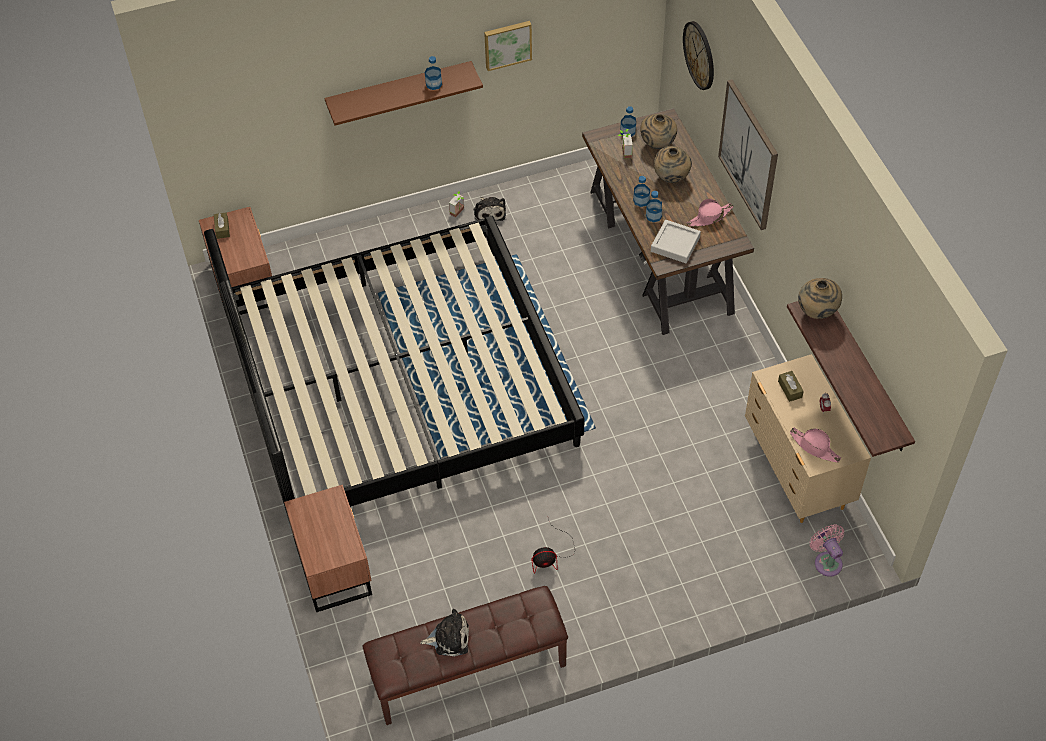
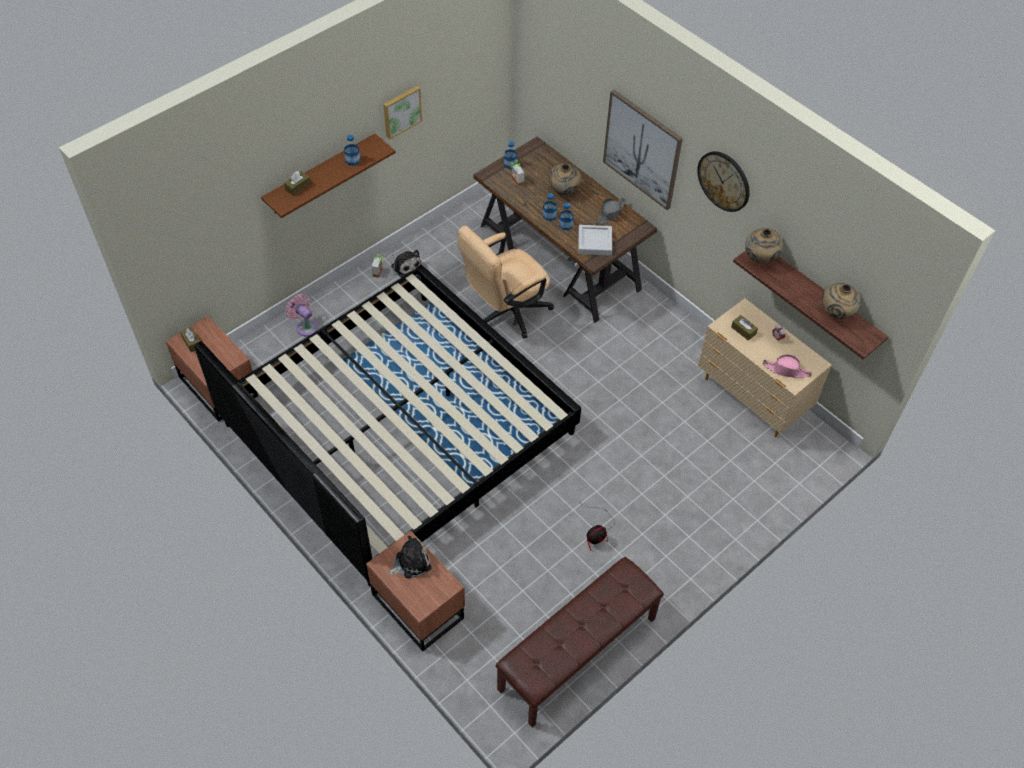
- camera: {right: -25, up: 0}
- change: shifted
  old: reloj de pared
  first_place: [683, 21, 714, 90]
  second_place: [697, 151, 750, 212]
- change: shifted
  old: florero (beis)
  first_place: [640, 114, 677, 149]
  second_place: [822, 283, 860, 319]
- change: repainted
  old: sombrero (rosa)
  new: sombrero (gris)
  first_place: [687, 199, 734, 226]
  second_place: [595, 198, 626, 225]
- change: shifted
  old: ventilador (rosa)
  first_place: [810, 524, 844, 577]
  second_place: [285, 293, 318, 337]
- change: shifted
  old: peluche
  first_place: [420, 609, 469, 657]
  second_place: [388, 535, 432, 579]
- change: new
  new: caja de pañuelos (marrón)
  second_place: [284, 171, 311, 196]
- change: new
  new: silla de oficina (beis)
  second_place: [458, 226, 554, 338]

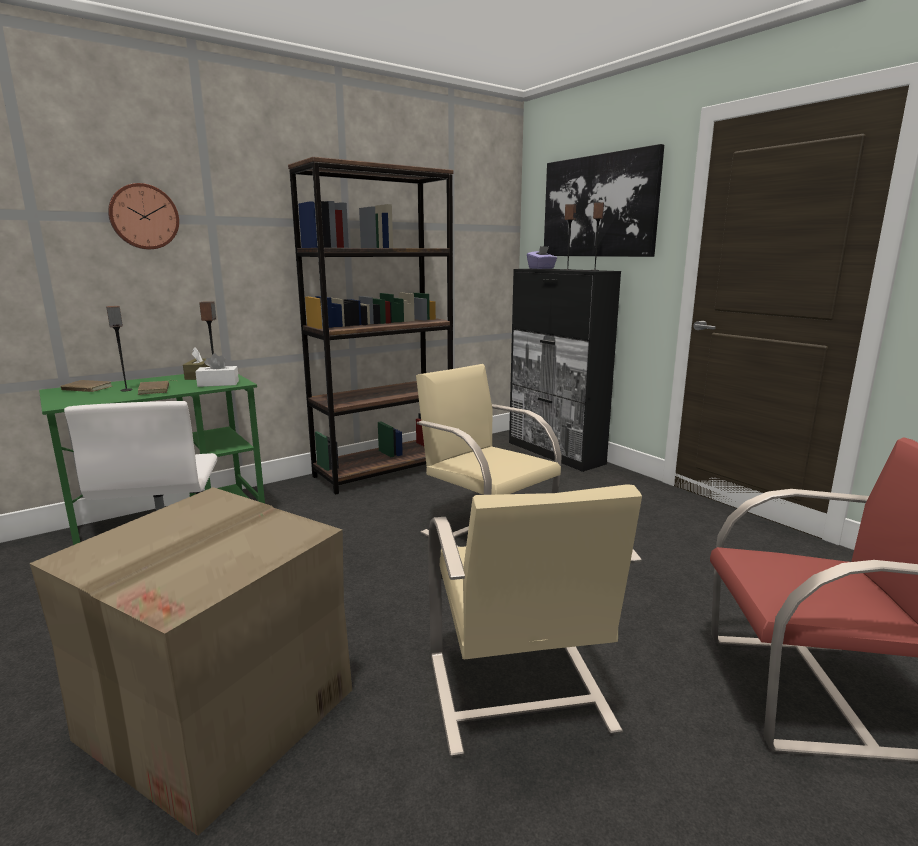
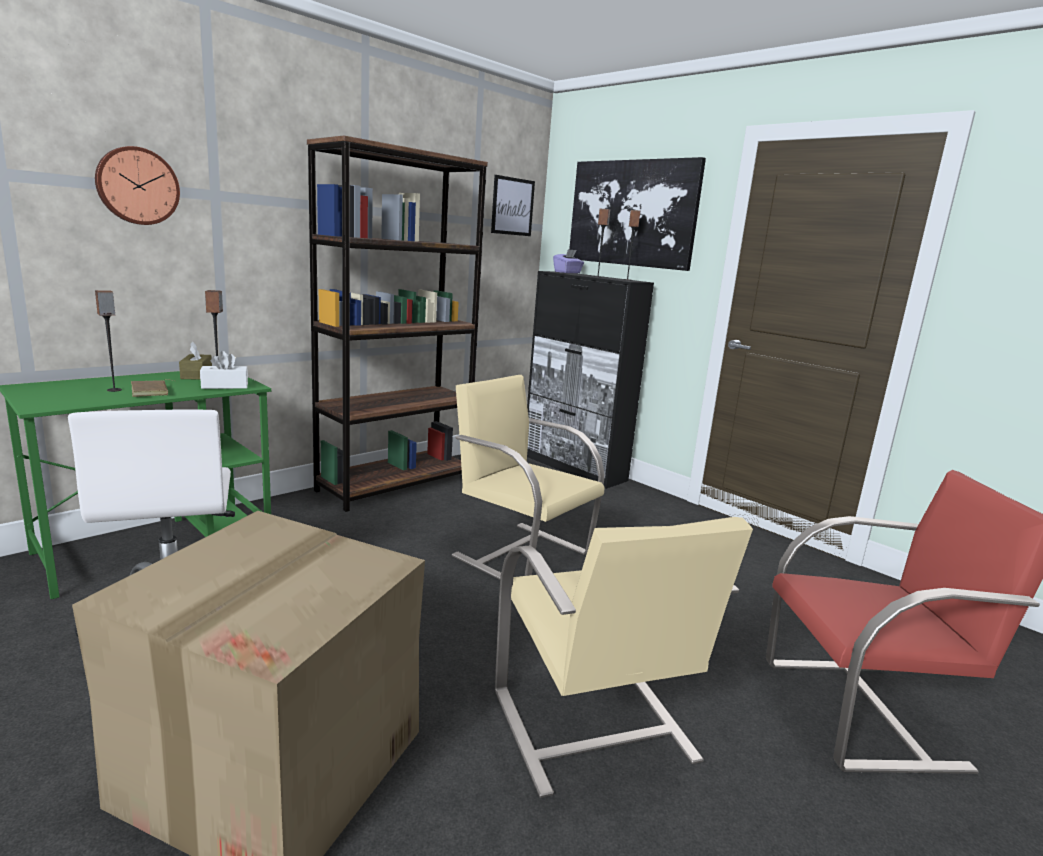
- camera: {right: -10, up: 0}
- change: gone
  old: libro (marrón)
  first_place: [60, 380, 112, 392]
- change: new
  new: cuadro
  second_place: [491, 175, 535, 236]

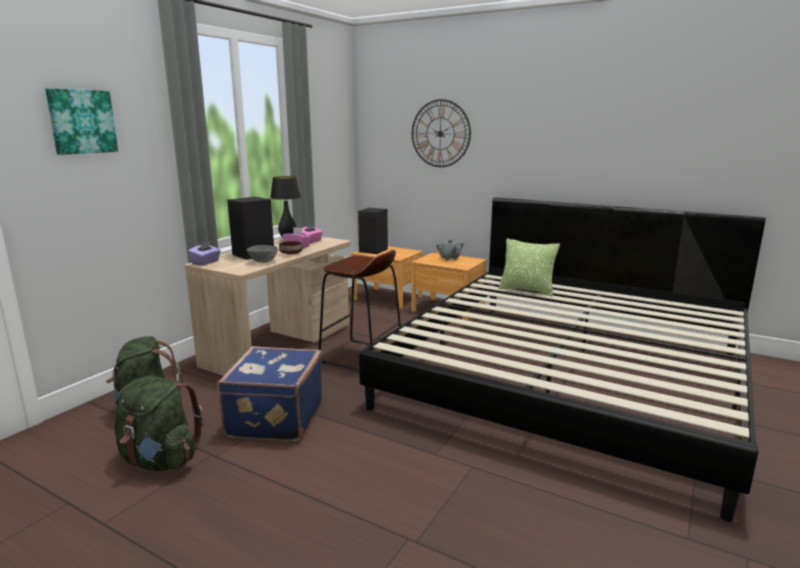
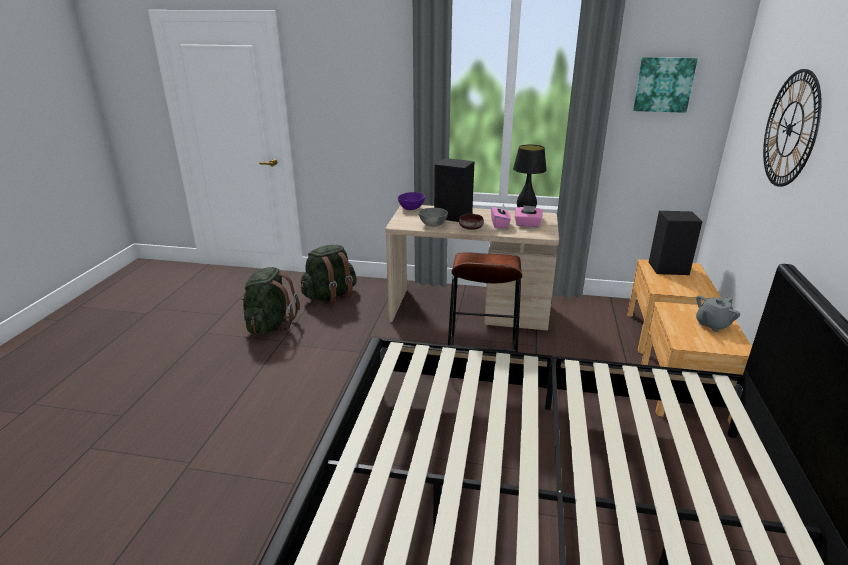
- camera: {right: 70, up: 10}
- change: shifted
  old: cuadro
  first_place: [45, 88, 118, 155]
  second_place: [633, 57, 698, 113]
- change: gone
  old: cojín
  first_place: [498, 238, 560, 296]
- change: swapped
  old: caja de pañuelos (morado)
  new: cuenco (morado)
  first_place: [188, 241, 221, 266]
  second_place: [398, 192, 425, 210]
- change: gone
  old: maleta (azul)
  first_place: [217, 346, 323, 442]

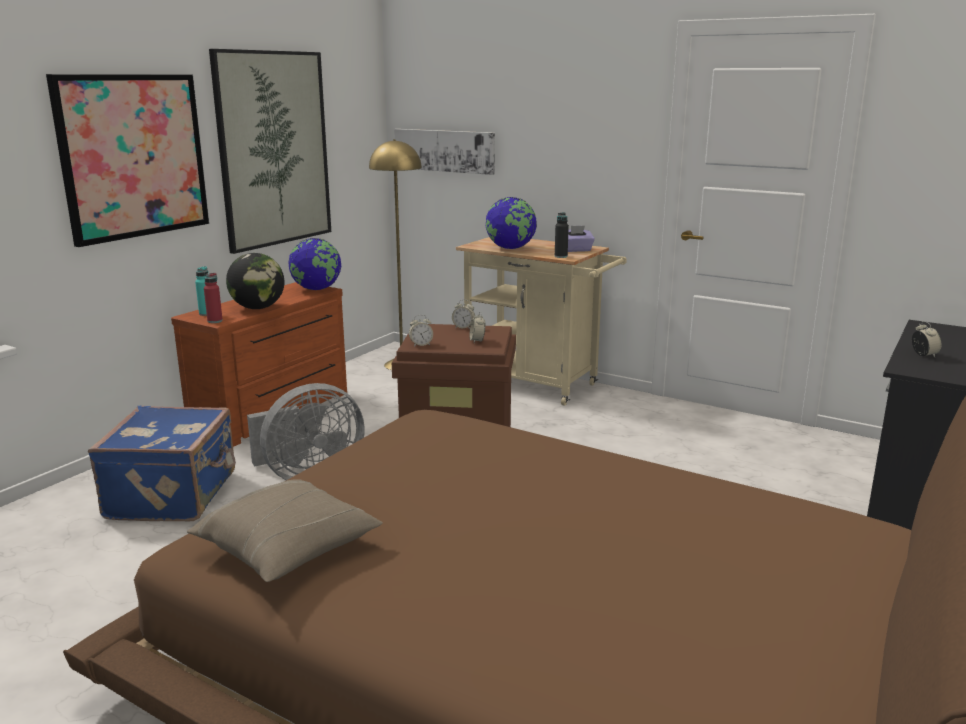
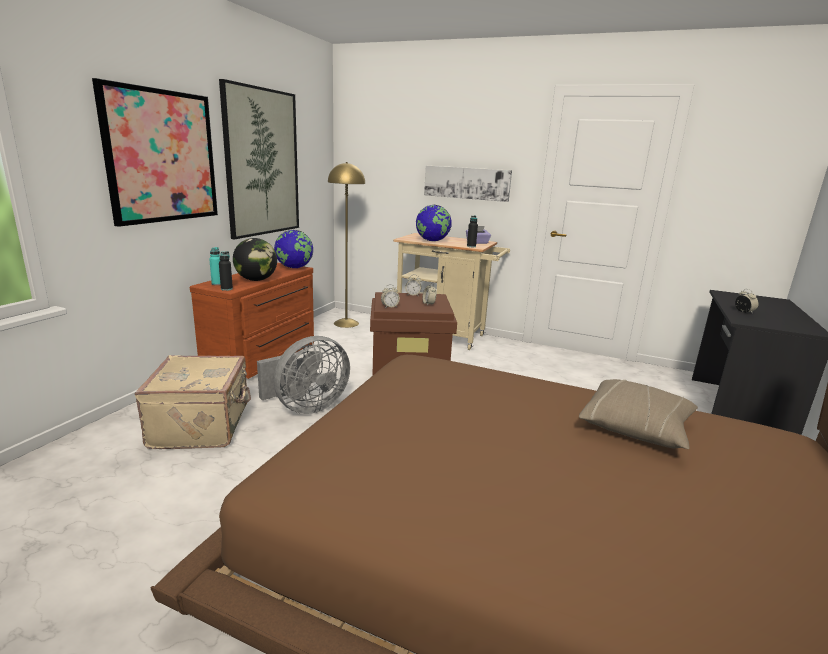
- camera: {right: -10, up: 0}
- change: shifted
  old: cuadro
  first_place: [394, 129, 495, 175]
  second_place: [424, 166, 512, 202]
- change: repainted
  old: botella (rojo)
  new: botella (negro)
  first_place: [204, 273, 223, 323]
  second_place: [219, 251, 233, 291]
- change: repainted
  old: maleta (azul)
  new: maleta (beis)
  first_place: [88, 405, 236, 521]
  second_place: [135, 355, 251, 449]
- change: shifted
  old: cojín (beis)
  first_place: [187, 479, 383, 582]
  second_place: [579, 379, 698, 449]

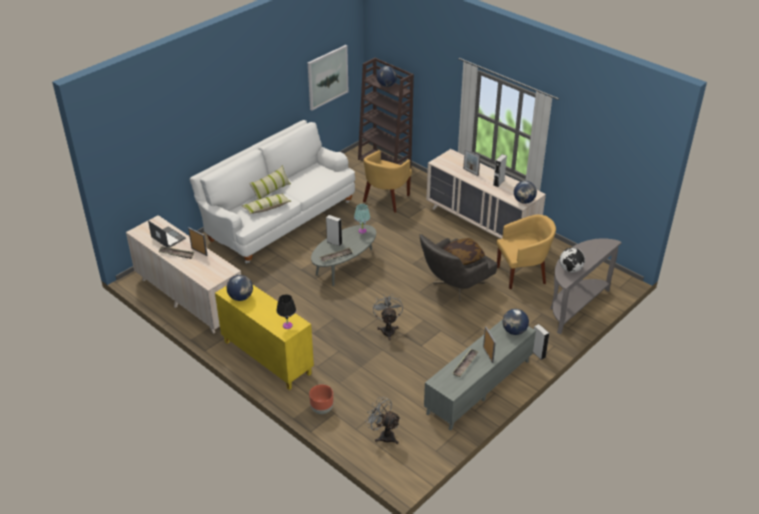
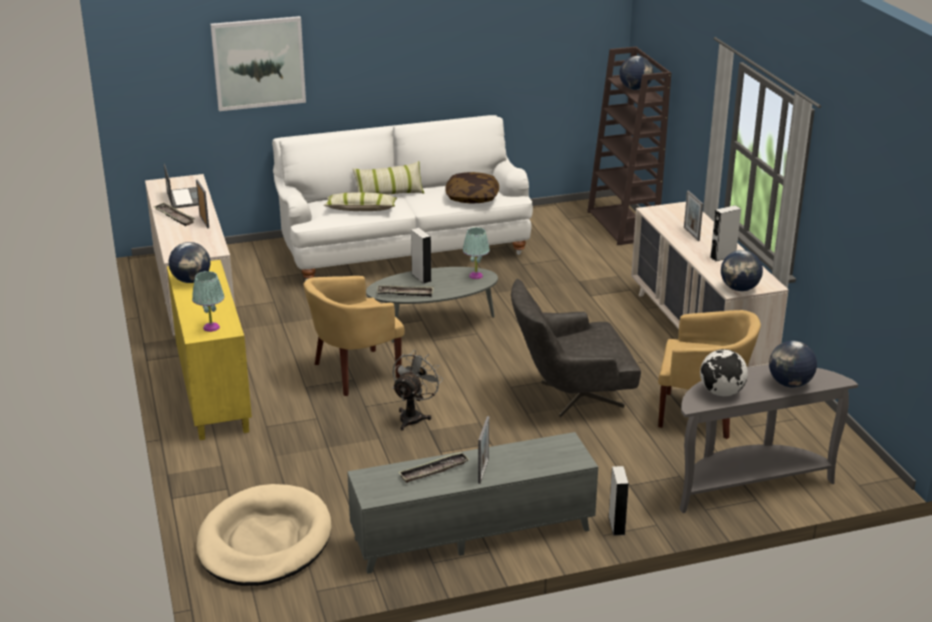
- camera: {right: 30, up: -10}
- change: shifted
  old: cuadro
  first_place: [308, 45, 348, 111]
  second_place: [210, 16, 306, 111]
- change: shifted
  old: sillón (amarillo)
  first_place: [363, 150, 412, 213]
  second_place: [303, 276, 405, 396]
- change: shifted
  old: cojín
  first_place: [443, 238, 485, 265]
  second_place: [445, 172, 499, 204]
- change: repainted
  old: lámpara de mesa (negro)
  new: lámpara de mesa (turquesa)
  first_place: [277, 294, 296, 329]
  second_place: [192, 271, 224, 332]
- change: shifted
  old: globo terráqueo
  first_place: [503, 309, 529, 335]
  second_place: [769, 341, 817, 388]
- change: gone
  old: maceta (marrón)
  first_place: [309, 385, 333, 414]
- change: swapped
  old: ventilador (gris)
  new: cama para perro (beis)
  first_place: [365, 397, 401, 444]
  second_place: [196, 484, 332, 586]

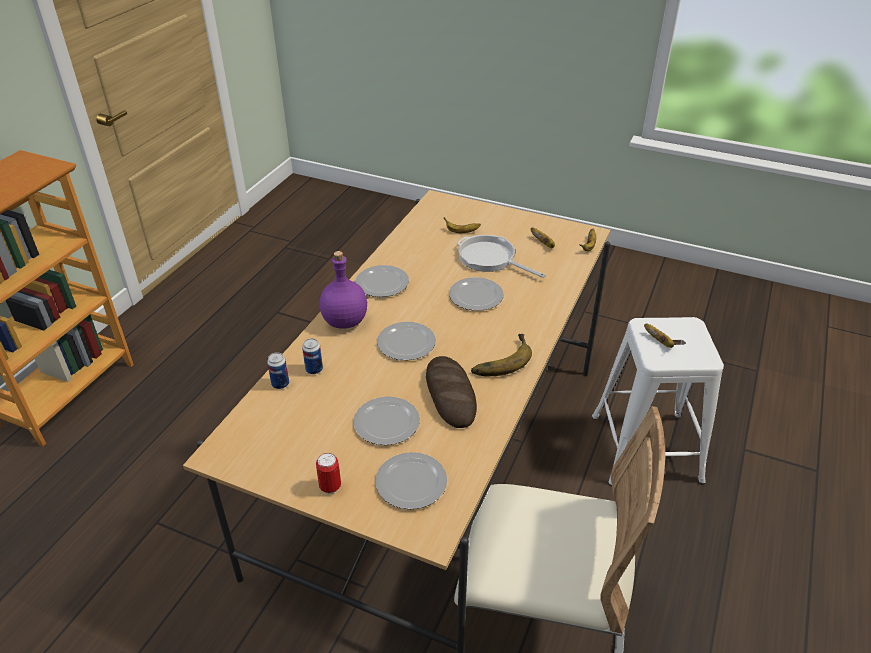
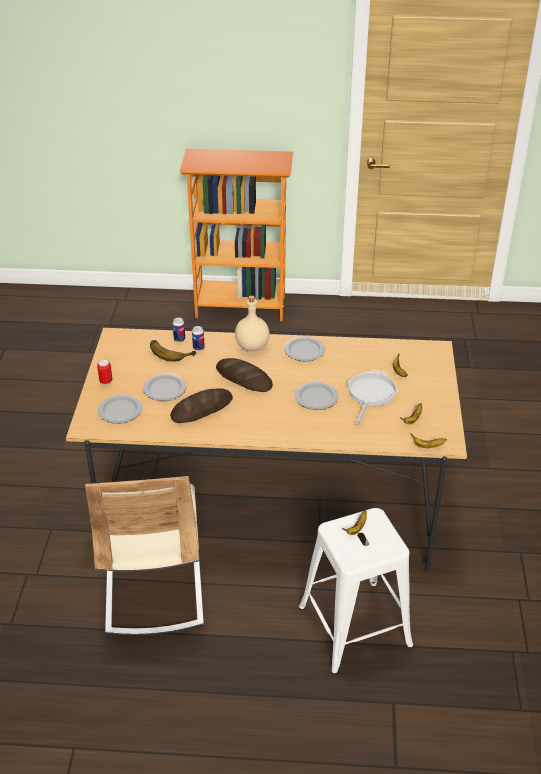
- camera: {right: 70, up: 0}
- change: repainted
  old: botella (morado)
  new: botella (beis)
  first_place: [319, 251, 367, 329]
  second_place: [235, 296, 270, 351]
- change: swapped
  old: plato
  new: pan
  first_place: [377, 322, 436, 360]
  second_place: [216, 358, 273, 392]
- change: shifted
  old: plátano
  first_place: [471, 334, 532, 376]
  second_place: [150, 340, 196, 362]

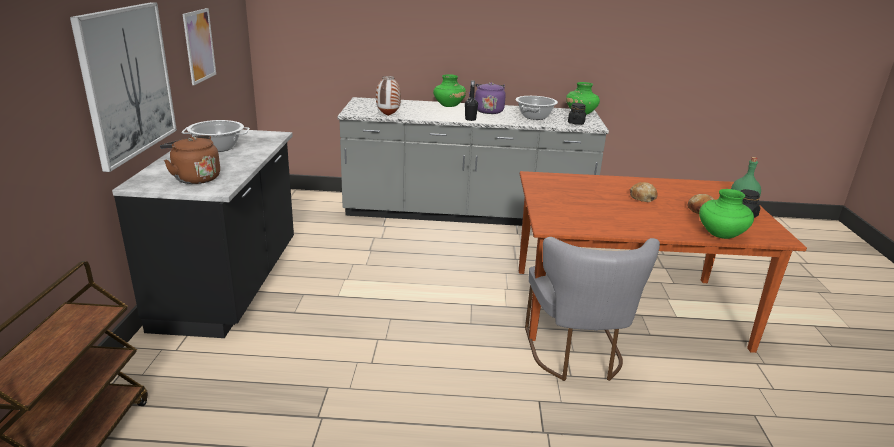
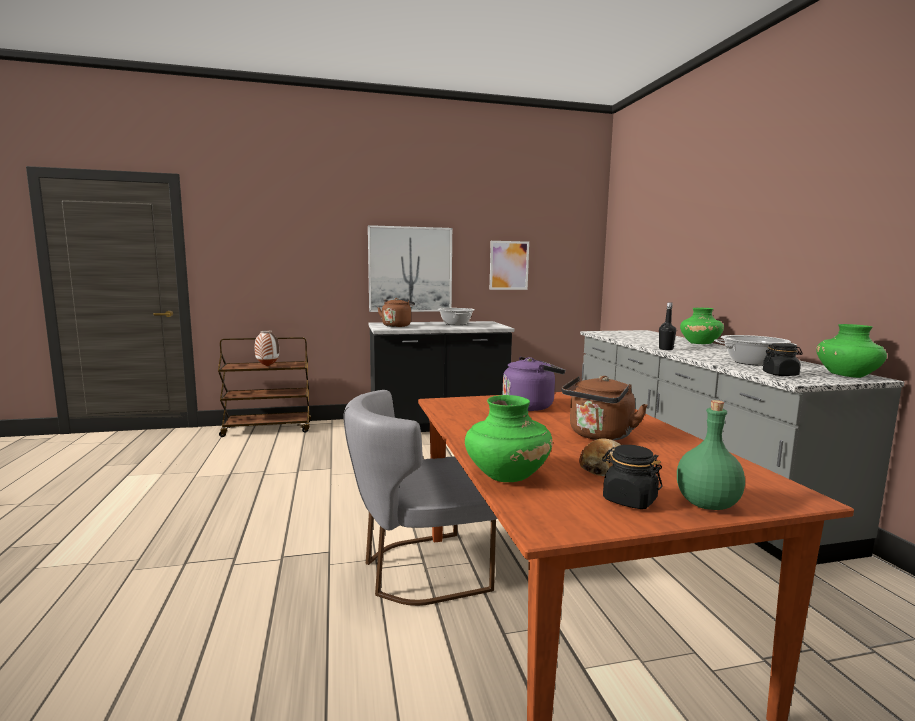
- camera: {right: 75, up: -15}
- change: shifted
  old: florero
  first_place: [376, 76, 401, 116]
  second_place: [255, 330, 279, 366]
- change: shifted
  old: hervidor (morado)
  first_place: [469, 82, 506, 114]
  second_place: [503, 357, 566, 411]
- change: swapped
  old: pan
  new: hervidor (marrón)
  first_place: [630, 182, 657, 202]
  second_place: [562, 376, 648, 440]

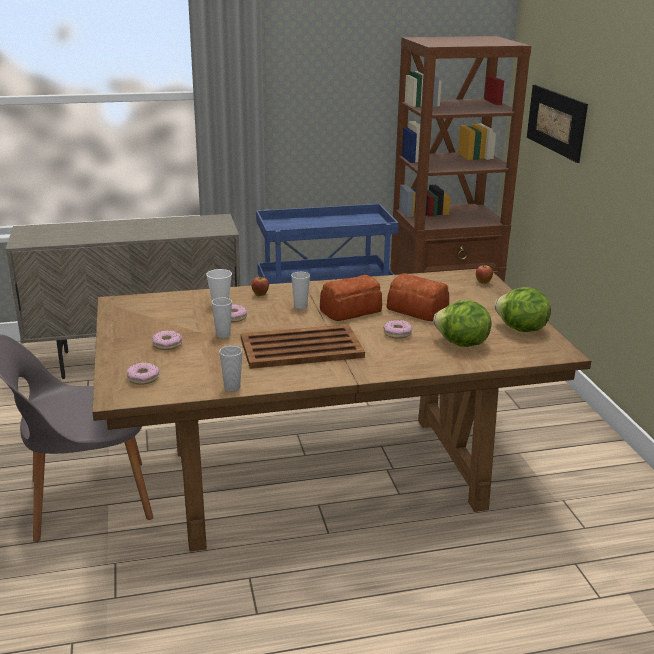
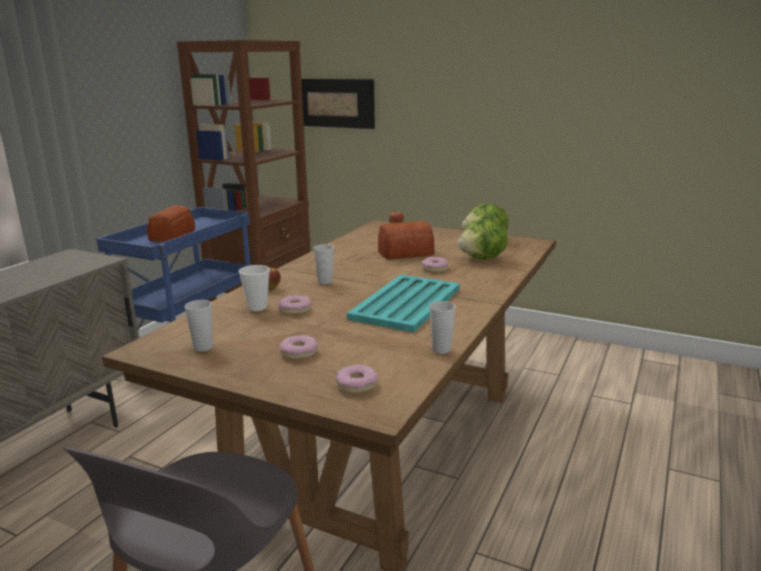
- camera: {right: -50, up: -5}
- change: shifted
  old: pan
  first_place: [320, 275, 382, 321]
  second_place: [147, 205, 195, 242]
- change: shifted
  old: taza
  first_place: [211, 298, 232, 338]
  second_place: [184, 300, 213, 352]
- change: repainted
  old: bandeja (marrón)
  new: bandeja (turquesa)
  first_place: [241, 324, 365, 369]
  second_place: [347, 274, 460, 333]

